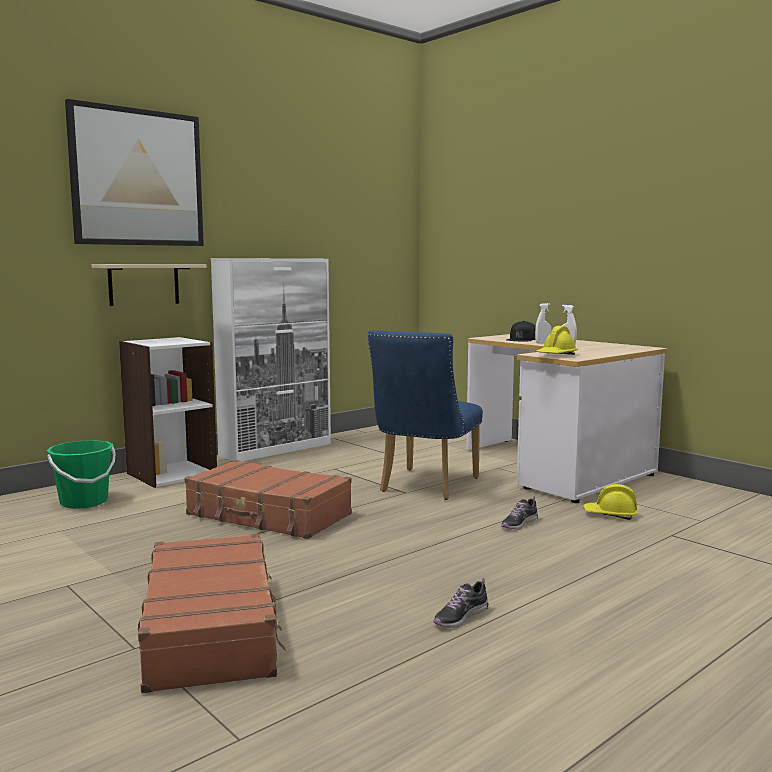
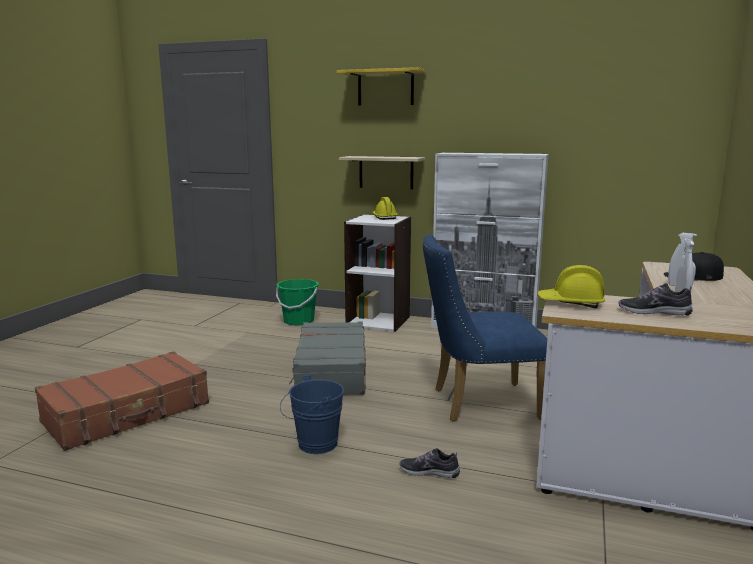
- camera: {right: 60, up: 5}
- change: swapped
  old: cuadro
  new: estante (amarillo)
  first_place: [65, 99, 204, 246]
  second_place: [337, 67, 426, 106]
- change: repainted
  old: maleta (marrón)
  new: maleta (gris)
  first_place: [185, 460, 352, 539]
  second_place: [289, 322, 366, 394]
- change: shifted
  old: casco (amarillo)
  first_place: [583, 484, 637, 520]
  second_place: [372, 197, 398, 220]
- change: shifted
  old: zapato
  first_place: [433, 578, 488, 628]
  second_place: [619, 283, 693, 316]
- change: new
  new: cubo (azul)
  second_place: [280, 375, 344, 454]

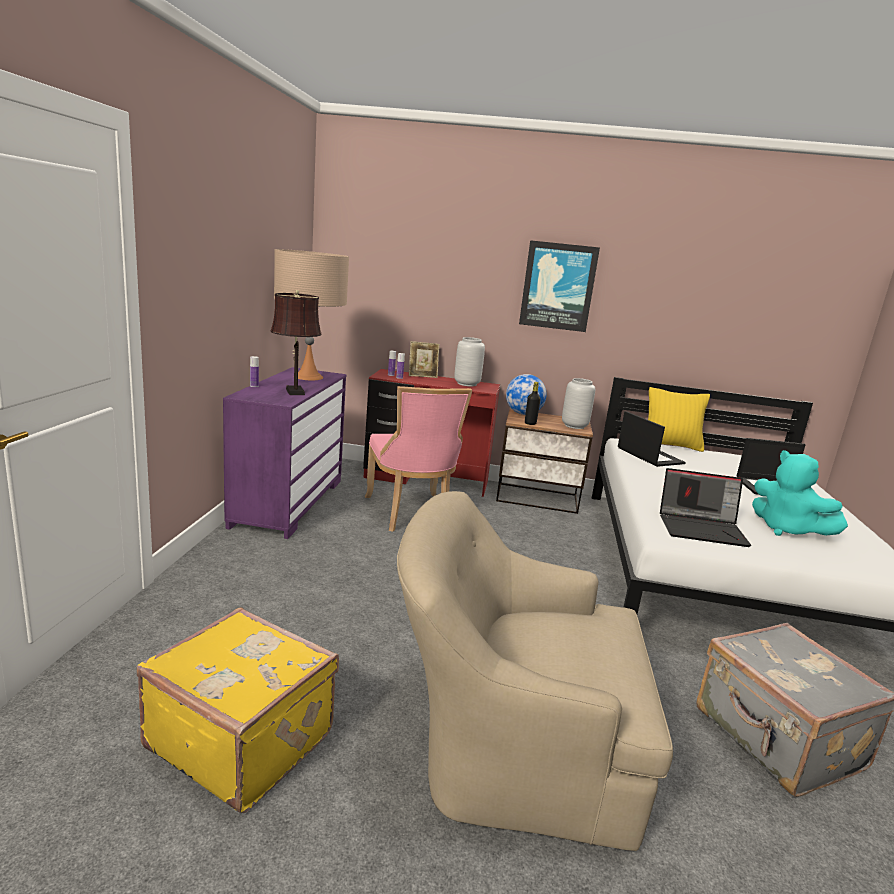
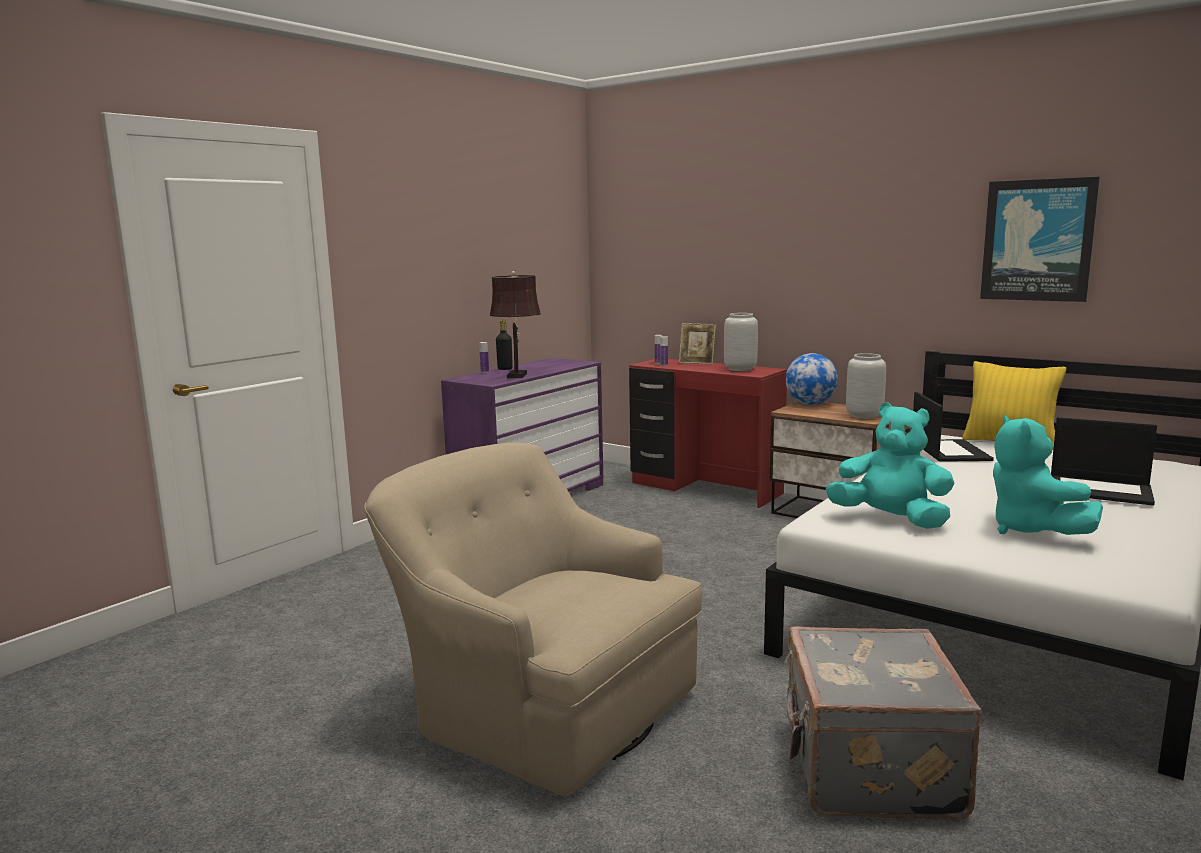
- camera: {right: 30, up: -5}
- change: shifted
  old: cuadro
  first_place: [519, 240, 600, 332]
  second_place: [980, 177, 1100, 302]
- change: gone
  old: lámpara de mesa (beis)
  first_place: [274, 249, 349, 380]
- change: shifted
  old: botella (negro)
  first_place: [525, 382, 541, 425]
  second_place: [496, 320, 513, 370]
- change: gone
  old: silla (rosa)
  first_place: [365, 386, 472, 532]
- change: swapped
  old: portátil
  new: peluche (turquesa)
  first_place: [660, 468, 751, 547]
  second_place: [825, 402, 954, 529]
- change: gone
  old: maleta (amarillo)
  first_place: [137, 607, 339, 813]

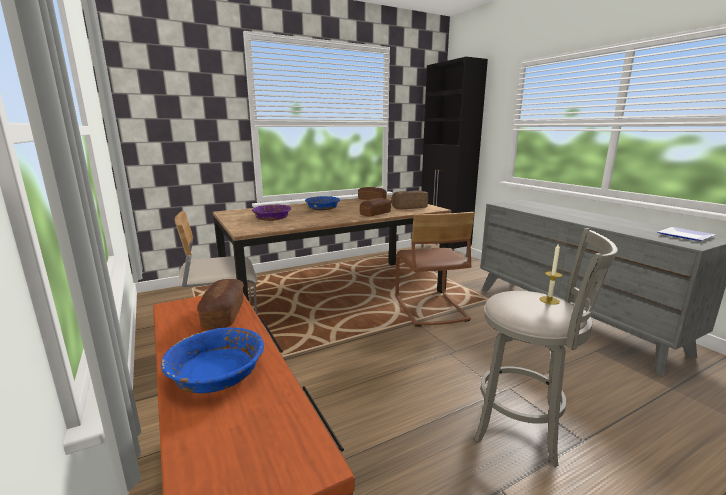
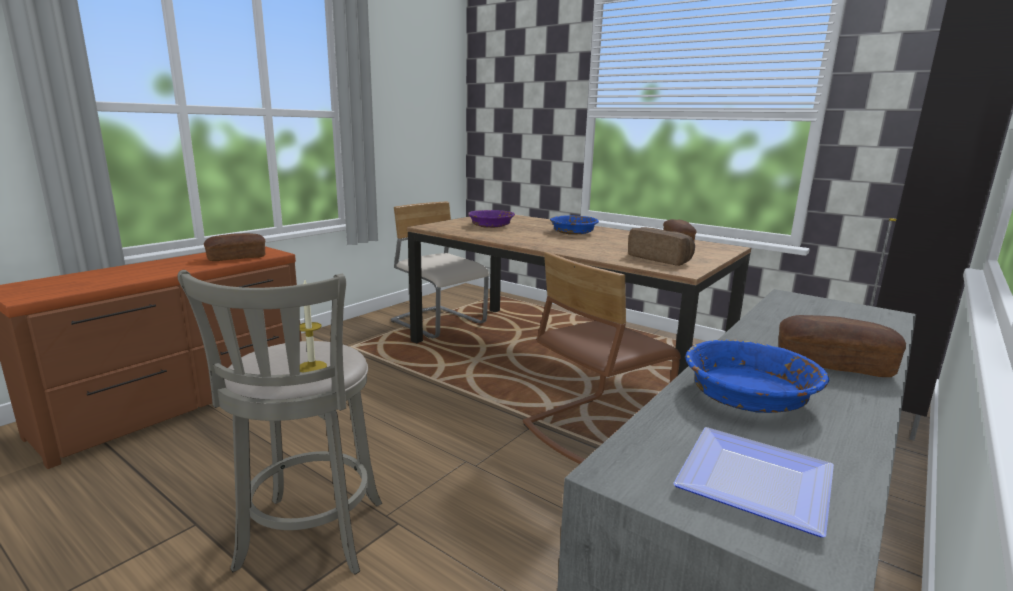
- camera: {right: 65, up: 0}
- change: shifted
  old: pan
  first_place: [360, 198, 391, 216]
  second_place: [778, 315, 906, 377]
- change: shifted
  old: cuenco (azul)
  first_place: [161, 327, 264, 393]
  second_place: [685, 339, 829, 413]

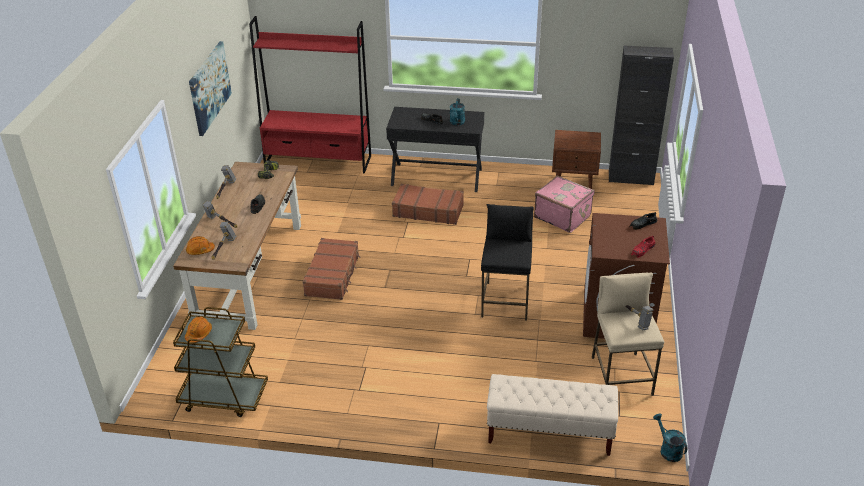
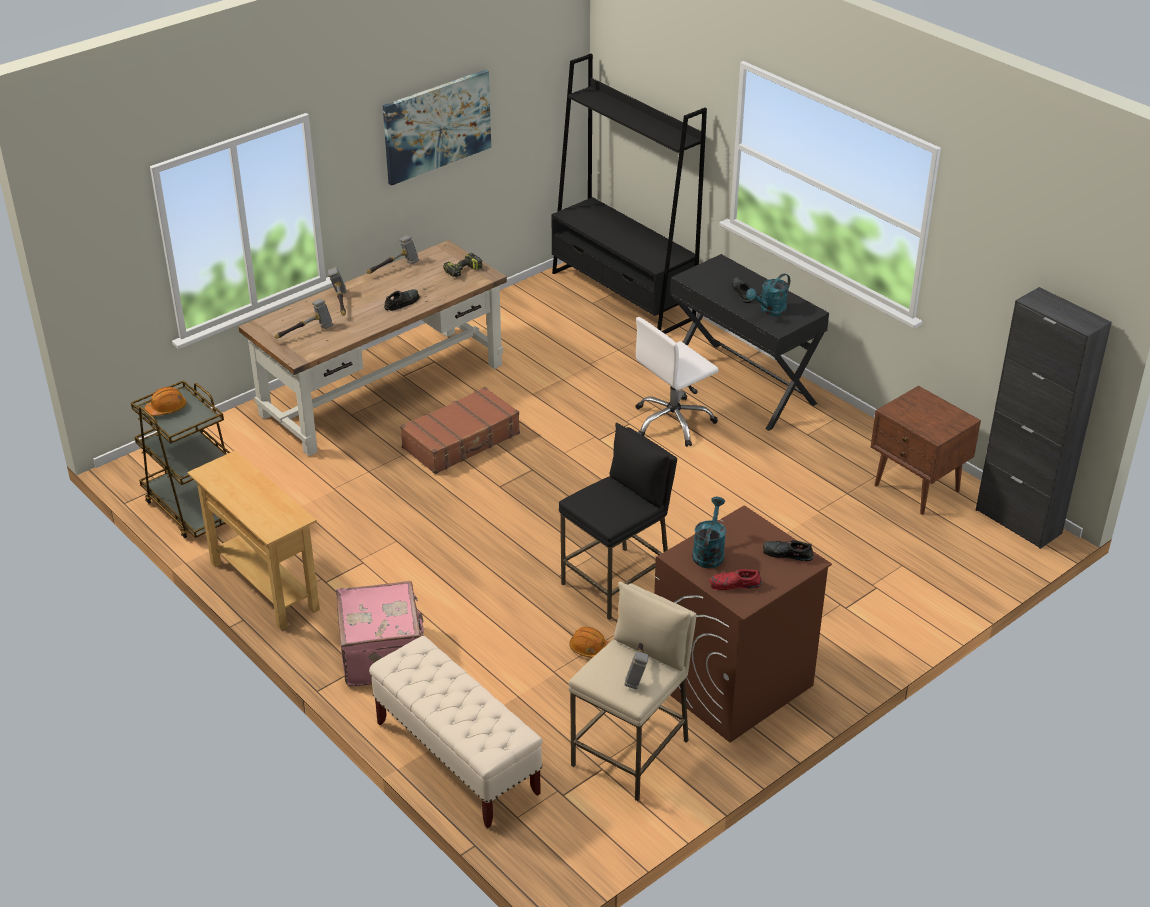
- camera: {right: 40, up: 0}
- change: repainted
  old: estantería (rojo)
  new: estantería (negro)
  first_place: [249, 16, 371, 174]
  second_place: [552, 54, 707, 334]
- change: shifted
  old: maleta (rosa)
  first_place: [534, 175, 595, 233]
  second_place: [336, 581, 424, 686]
- change: swapped
  old: maleta (marrón)
  new: silla de oficina (blanco)
  first_place: [392, 184, 464, 225]
  second_place: [636, 317, 719, 447]
- change: shifted
  old: casco (naranja)
  first_place: [186, 236, 215, 255]
  second_place: [569, 627, 610, 658]
- change: shifted
  old: regadera (turquesa)
  first_place: [653, 413, 687, 462]
  second_place: [692, 497, 726, 568]
- change: new
  new: mesa consola (beis)
  second_place: [188, 450, 320, 630]

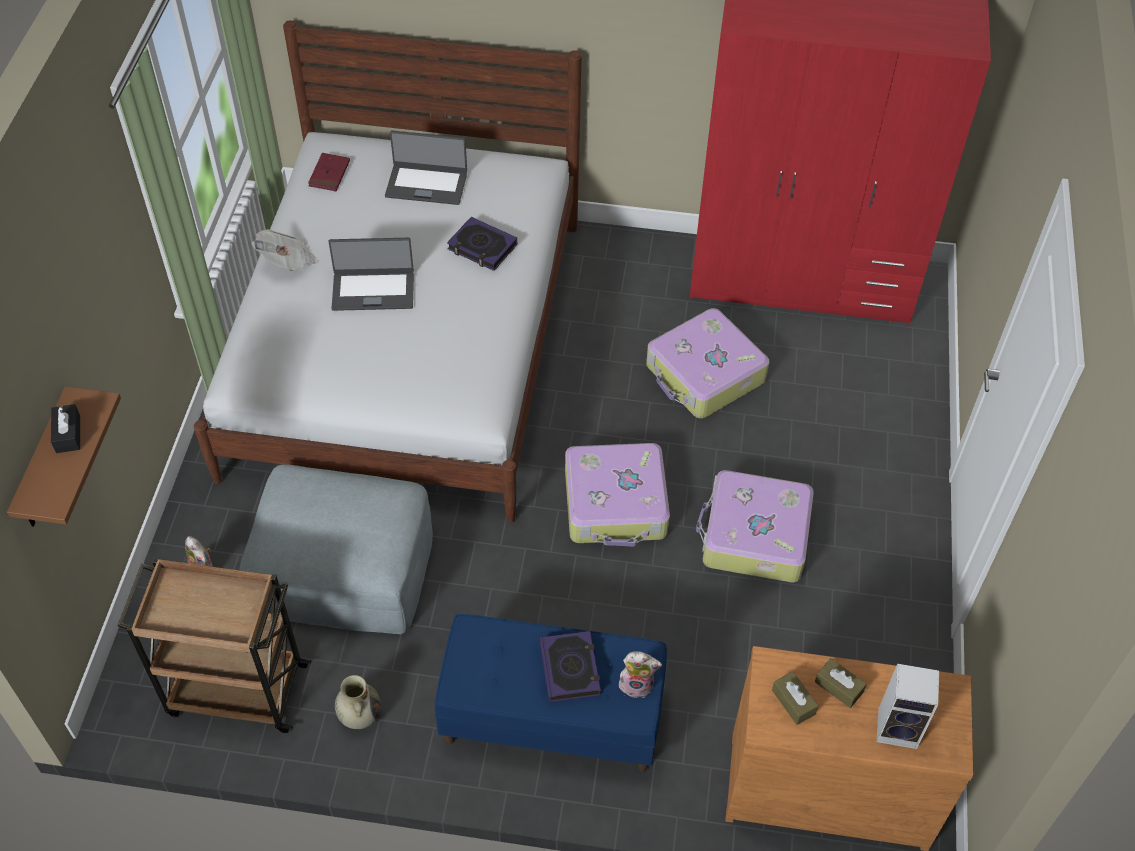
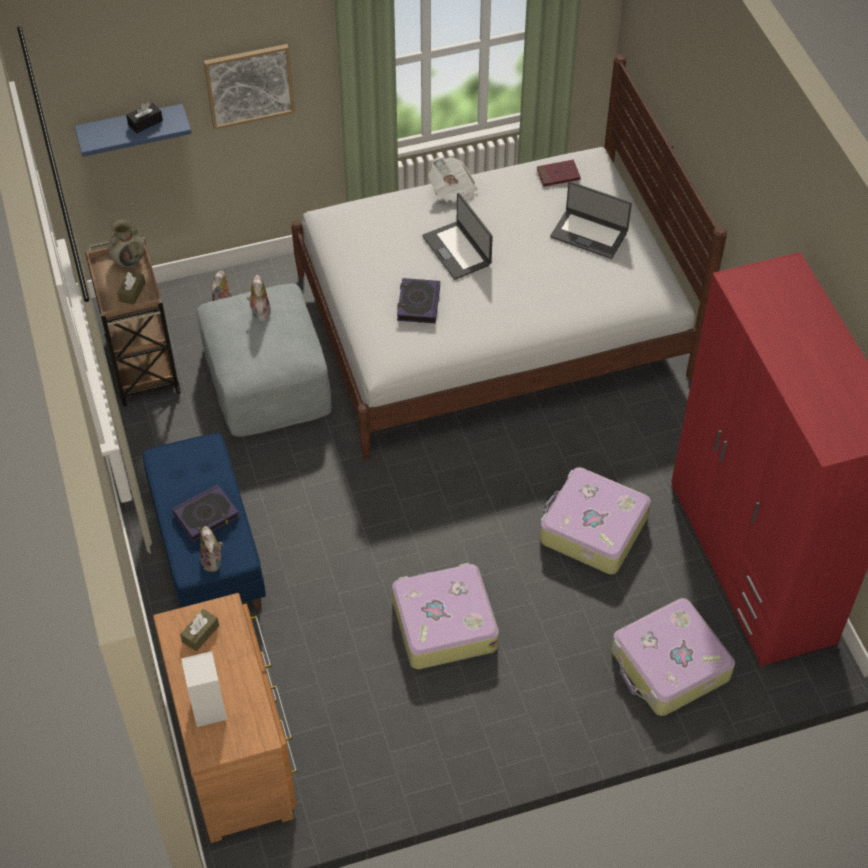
- camera: {right: 65, up: 0}
- change: rotated
  old: portátil
  first_place: [385, 131, 467, 205]
  second_place: [550, 181, 632, 259]
  degrees: -45
- change: shifted
  old: libro
  first_place: [447, 217, 517, 271]
  second_place: [397, 278, 440, 323]
- change: repainted
  old: estante (marrón)
  new: estante (azul)
  first_place: [7, 386, 121, 527]
  second_place: [74, 104, 192, 157]
- change: shifted
  old: maleta
  first_place: [565, 443, 670, 547]
  second_place: [611, 598, 735, 716]
- change: shifted
  old: caja de pañuelos (marrón)
  first_place: [815, 658, 867, 708]
  second_place: [117, 271, 145, 305]
- change: shifted
  old: florero (beis)
  first_place: [335, 675, 381, 729]
  second_place: [108, 219, 144, 268]
- change: new
  new: cuadro
  second_place: [204, 44, 295, 130]
- change: new
  new: peluche
  second_place: [247, 275, 271, 322]

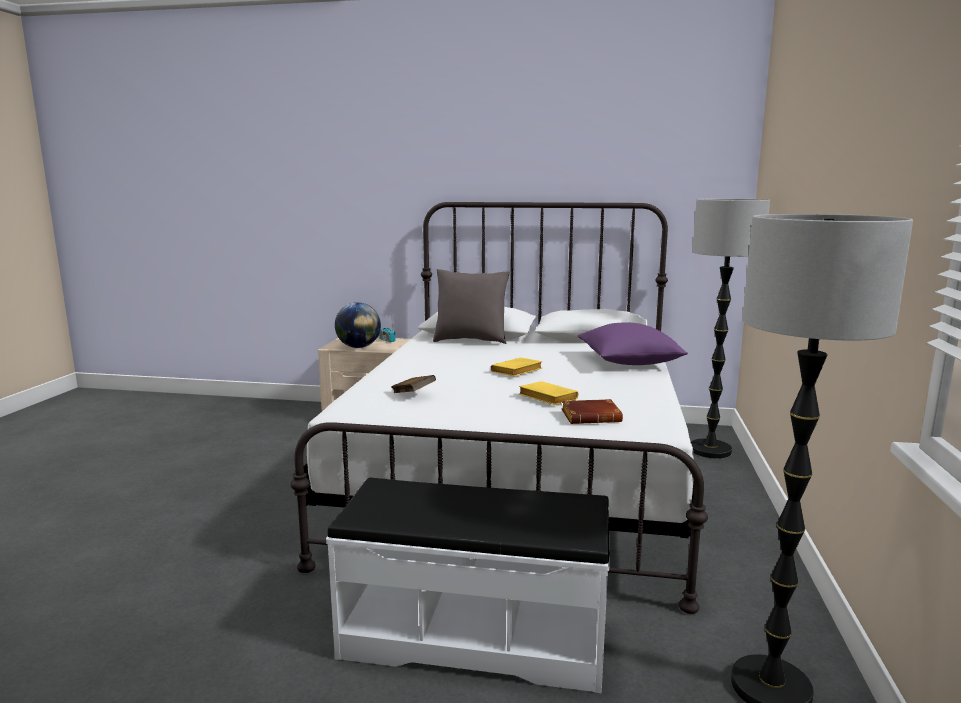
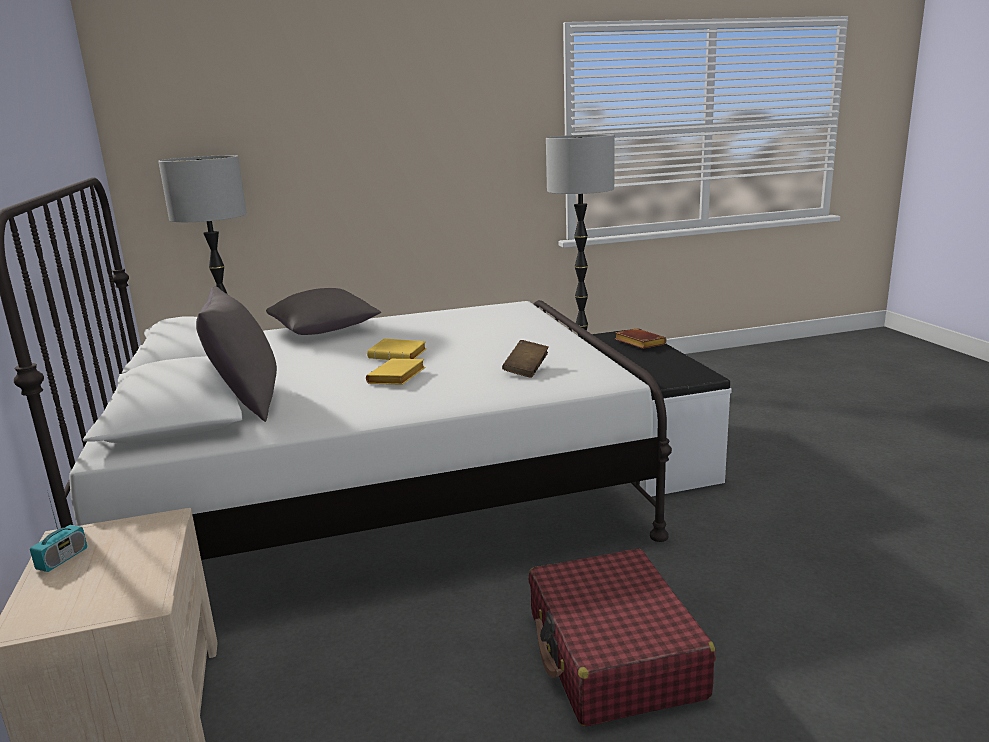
- camera: {right: -115, up: 5}
- change: gone
  old: globo terráqueo
  first_place: [335, 302, 381, 348]
- change: repainted
  old: cojín (morado)
  new: cojín (gris)
  first_place: [577, 323, 688, 365]
  second_place: [266, 288, 381, 335]
- change: shifted
  old: libro (amarillo)
  first_place: [519, 381, 578, 405]
  second_place: [366, 359, 425, 385]
- change: shifted
  old: libro (marrón)
  first_place: [562, 399, 623, 424]
  second_place: [615, 329, 667, 349]
- change: new
  new: maleta (rojo)
  second_place: [529, 549, 716, 727]

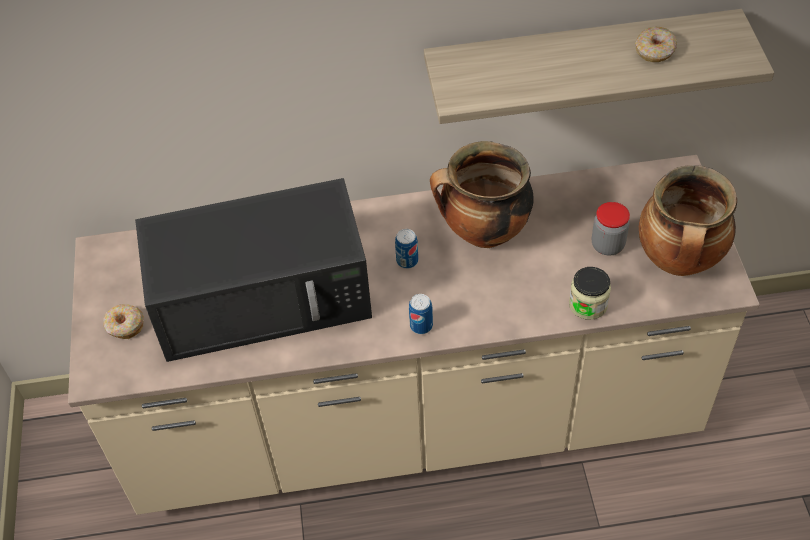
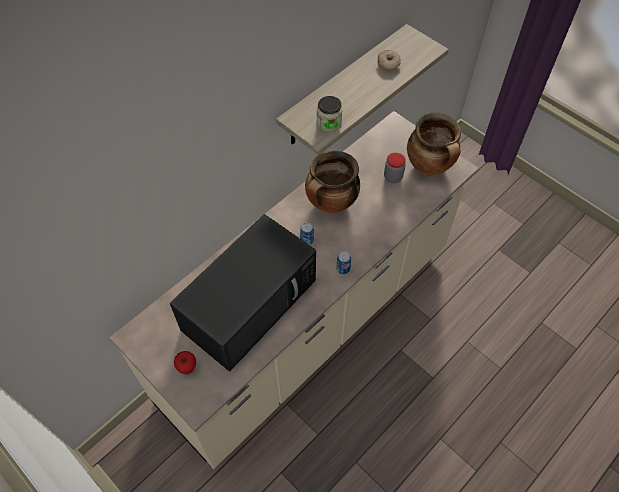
- camera: {right: -40, up: 5}
- change: shifted
  old: tarro
  first_place: [569, 267, 611, 320]
  second_place: [317, 96, 342, 132]
- change: swapped
  old: rosquilla
  new: manzana
  first_place: [103, 304, 144, 339]
  second_place: [174, 351, 196, 374]

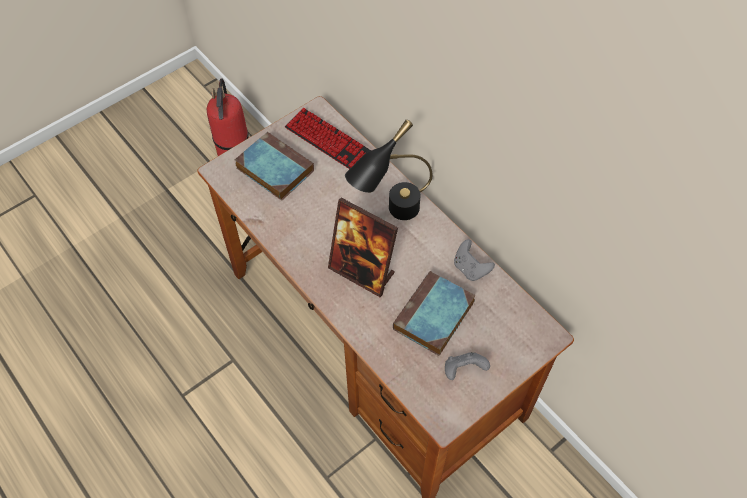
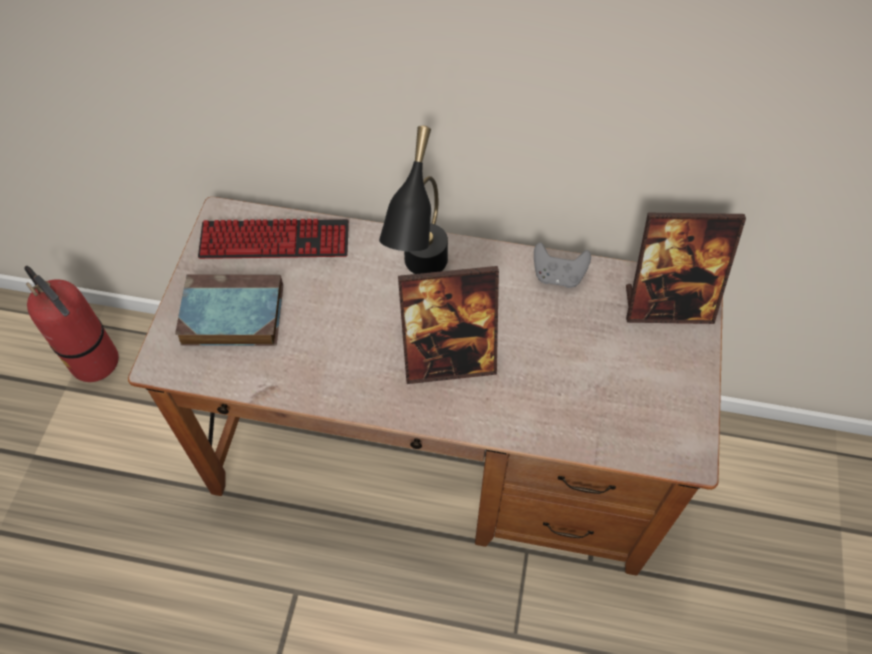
- camera: {right: -40, up: 0}
- change: gone
  old: libro
  first_place: [393, 271, 476, 356]
- change: gone
  old: mando de consola (gris)
  first_place: [445, 352, 490, 380]
- change: new
  new: portarretratos
  second_place: [626, 213, 746, 324]

